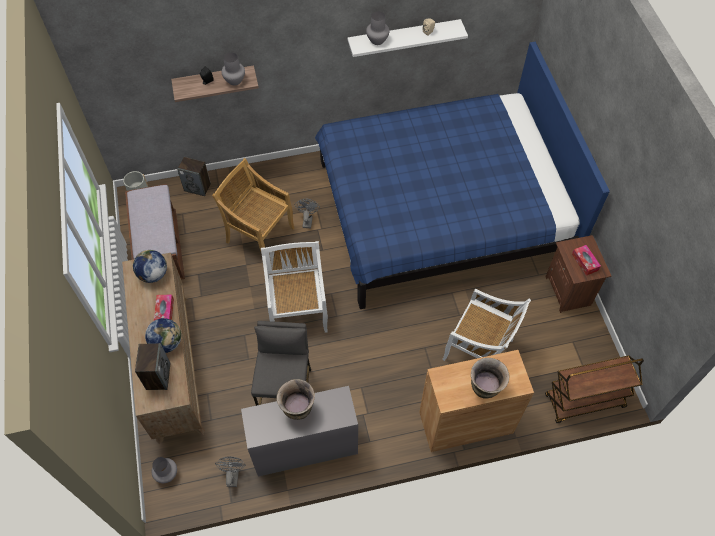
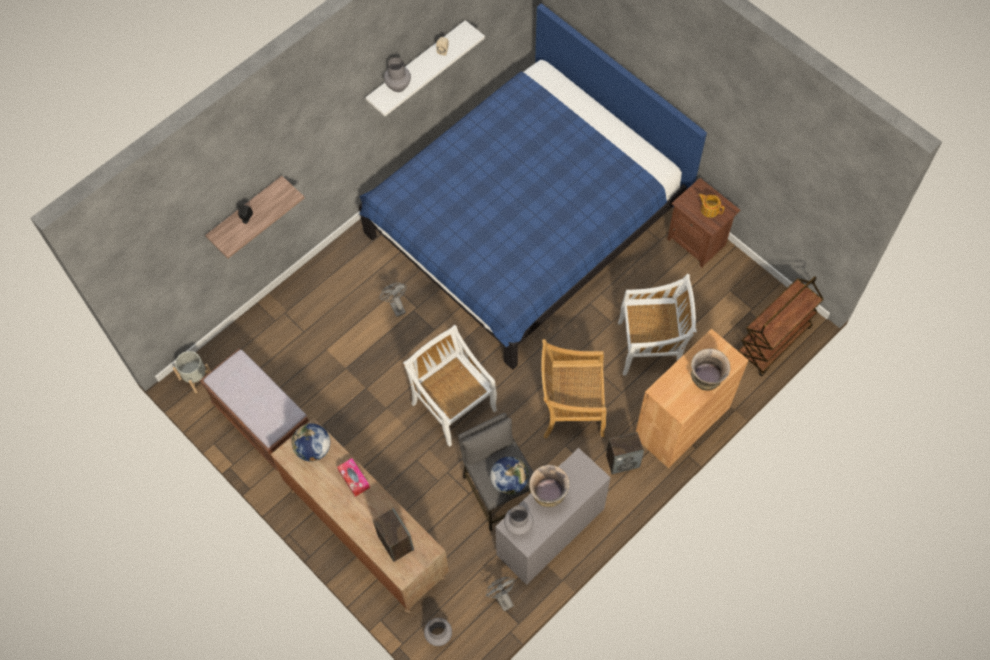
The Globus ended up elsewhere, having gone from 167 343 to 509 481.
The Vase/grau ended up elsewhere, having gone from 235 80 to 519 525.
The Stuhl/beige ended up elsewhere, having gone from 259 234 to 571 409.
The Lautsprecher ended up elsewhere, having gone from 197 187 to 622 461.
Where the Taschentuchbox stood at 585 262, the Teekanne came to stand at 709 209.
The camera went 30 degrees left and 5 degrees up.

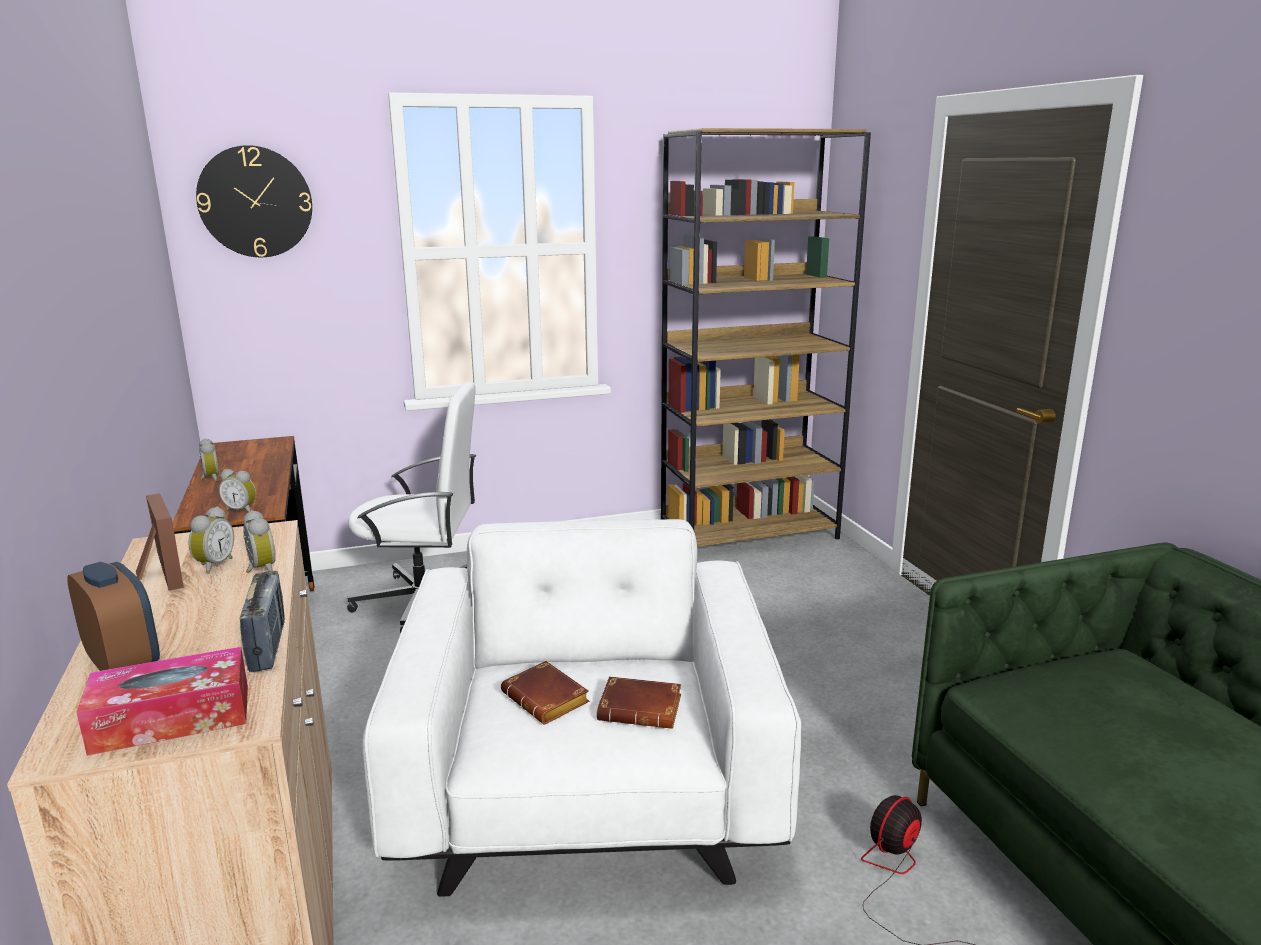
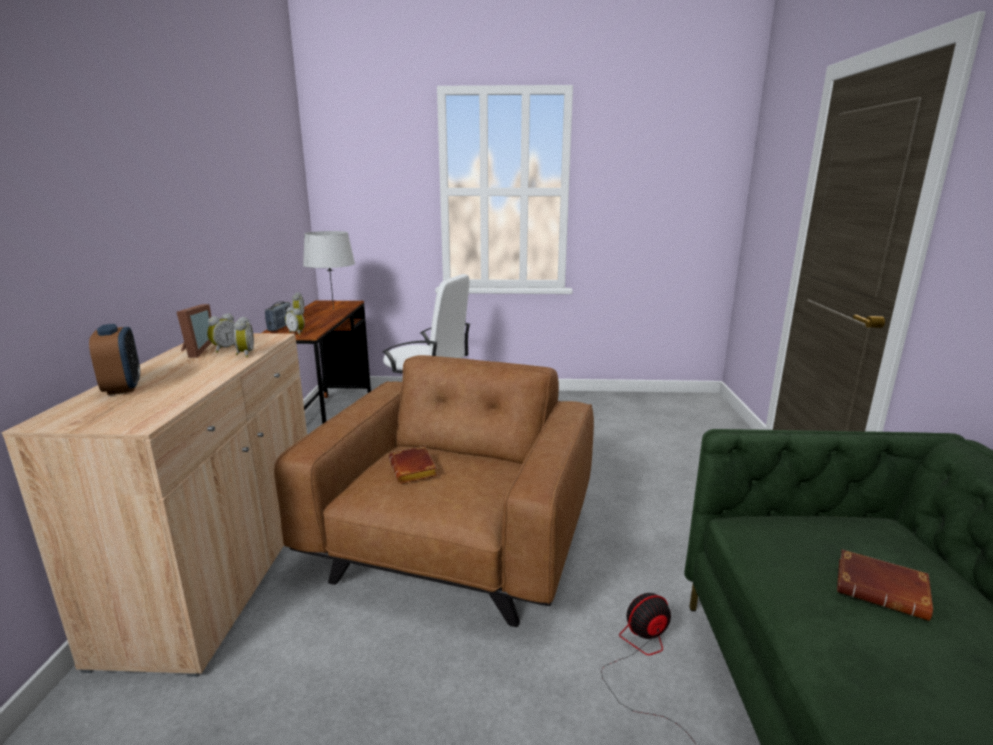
The Radio ended up elsewhere, having gone from 268 647 to 280 327.
What was the Sessel/weiß at 587 795 turned into the Sessel/braun at 454 546.
The second view gained the Tischlampe/grau at 333 309.
The Buch/braun ended up elsewhere, having gone from 642 709 to 883 590.
The second view lost the Taschentuchbox at 172 718.
The second view lost the Wanduhr at 255 202.
The second view lost the Bücherregal/braun at 749 533.
The camera went 20 degrees right and 0 degrees up.

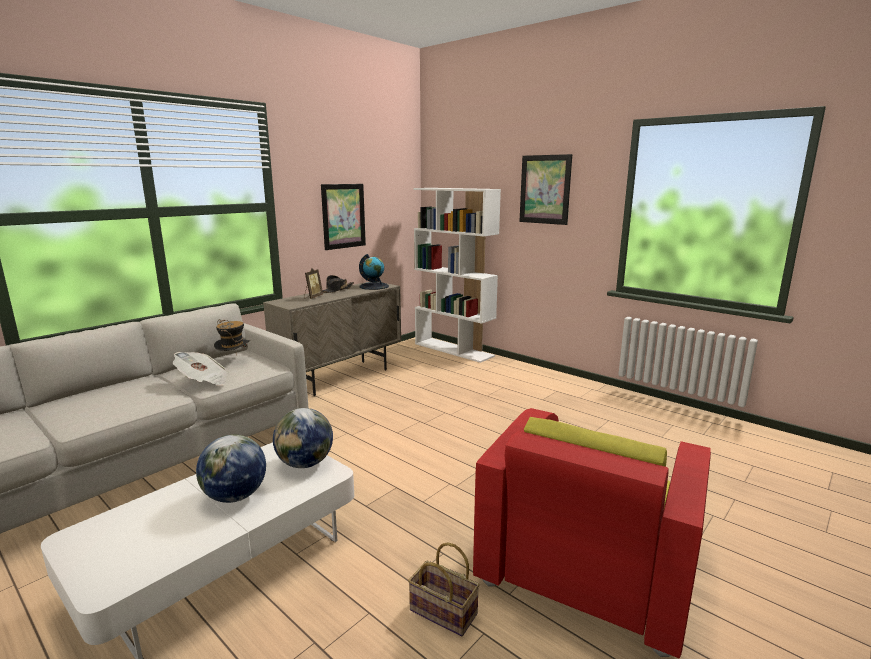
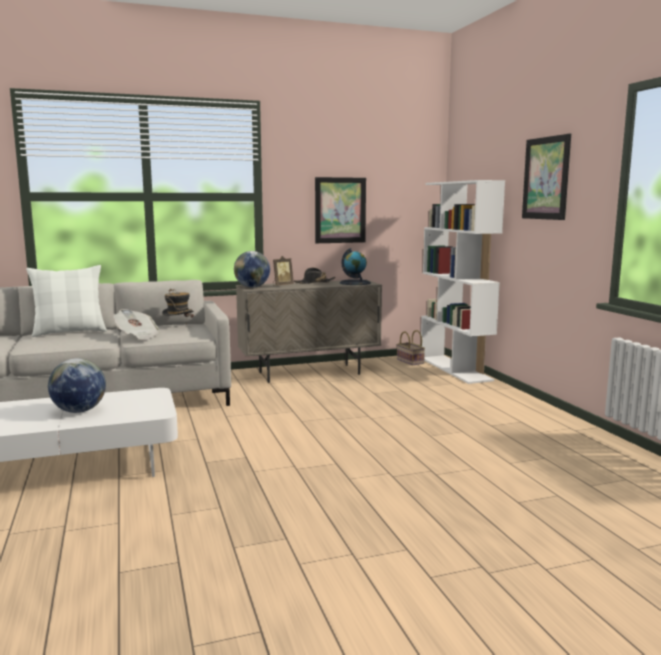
The second view gained the Kissen/weiß at 70 332.
The Globus ended up elsewhere, having gone from 305 464 to 252 287.
The Korb ended up elsewhere, having gone from 441 612 to 409 361.
The second view lost the Sessel/rot at 589 562.
The camera went 30 degrees right and 5 degrees down.

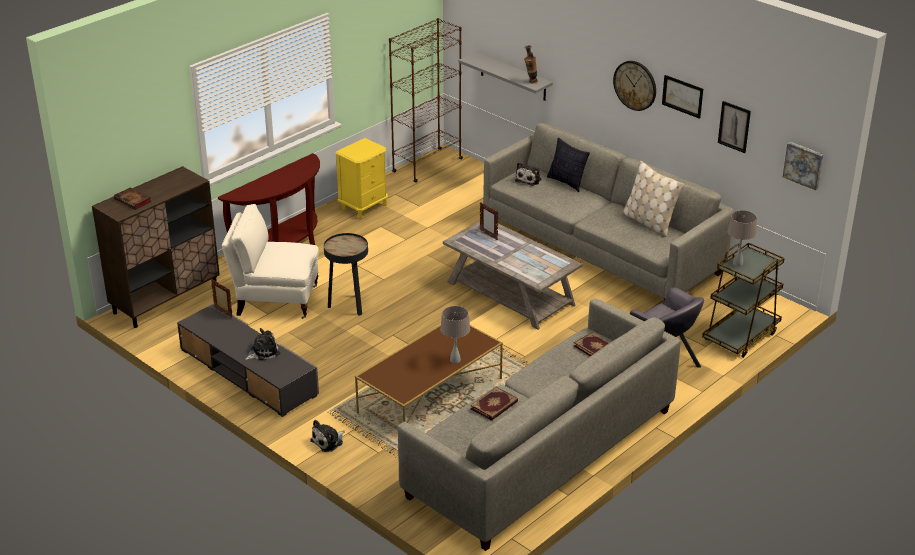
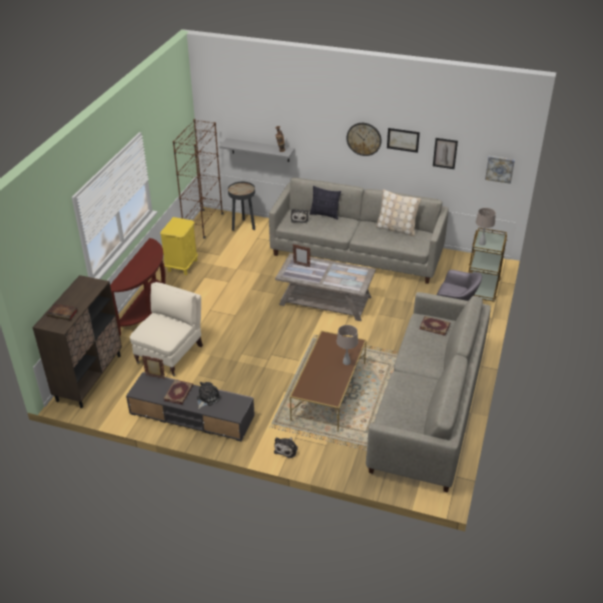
The Sessel/beige at 275 300 ended up facing another way, 135 degrees clockwise from before.
The Buch ended up elsewhere, having gone from 494 405 to 179 393.
The Beistelltisch/schwarz ended up elsewhere, having gone from 348 306 to 243 227.
The camera went 25 degrees left and 5 degrees up.

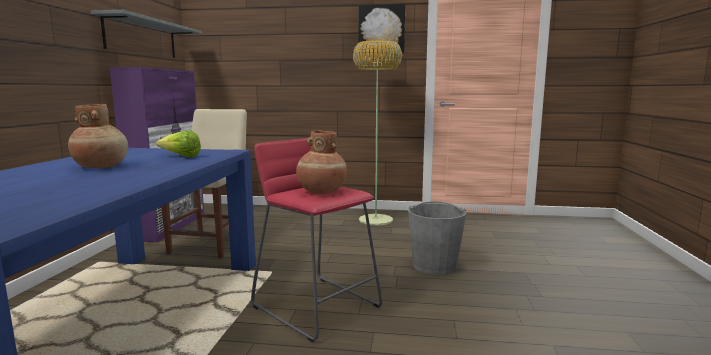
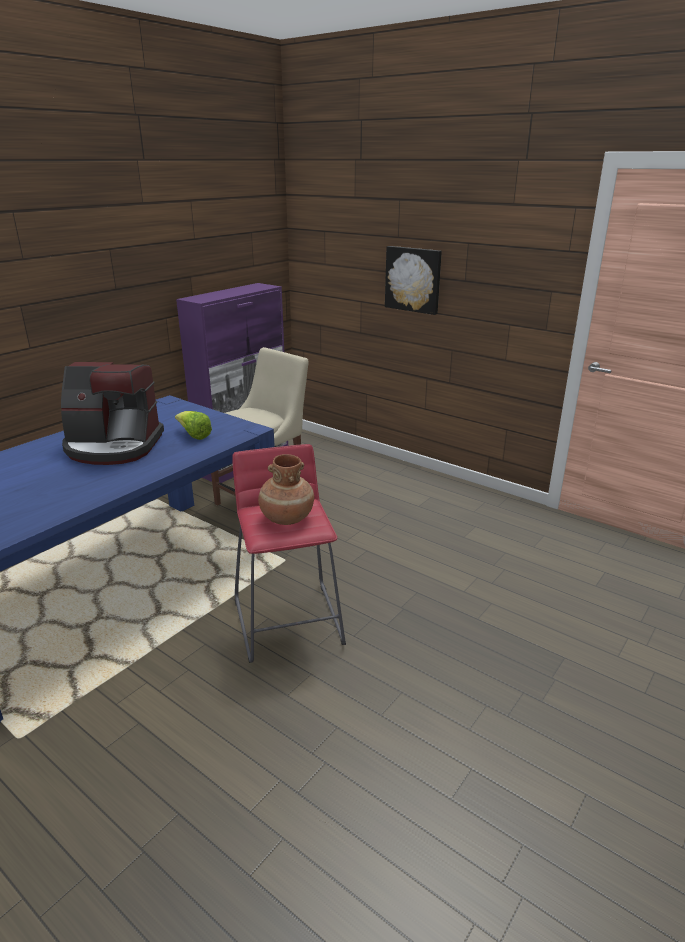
Where the Vase/braun stood at 102 167, the Kaffeemaschine came to stand at 114 446.
The Bild ended up elsewhere, having gone from 381 29 to 413 279.
The second view lost the Wandregal/grau at 142 38.
The second view lost the Stehlampe at 375 220.
The second view lost the Eimer/grau at 434 265.
The camera went 30 degrees right and 15 degrees up.

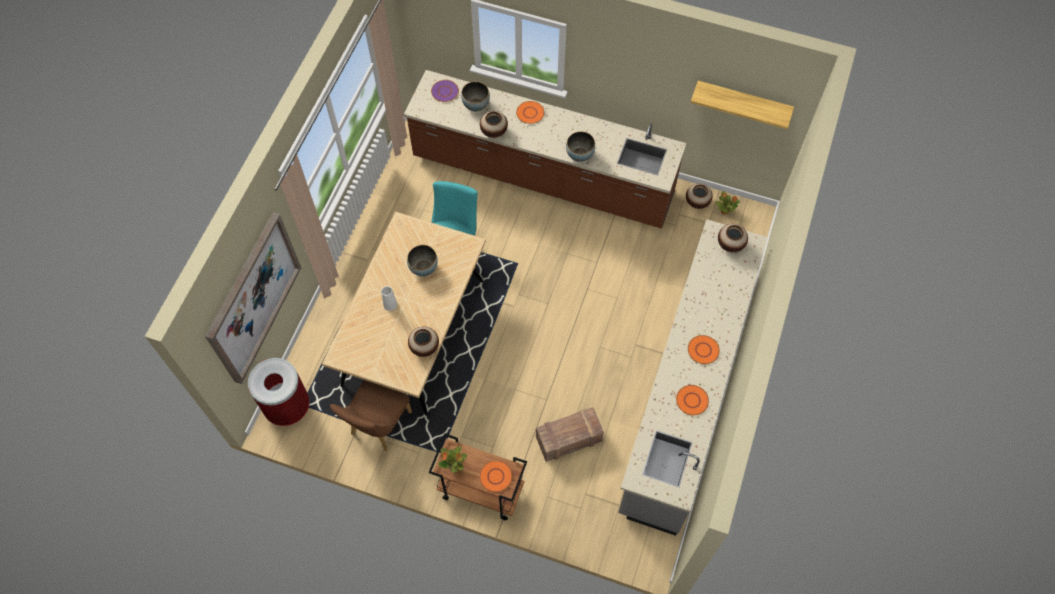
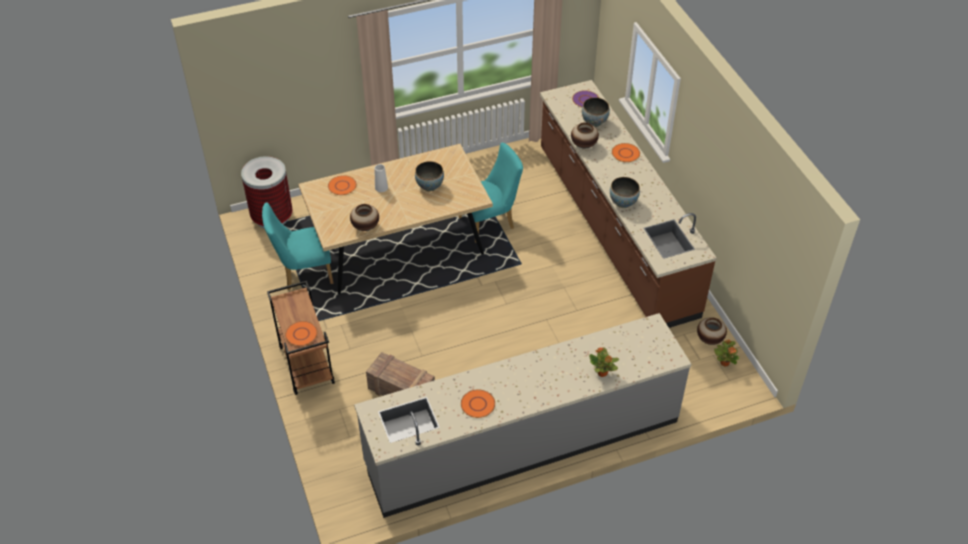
What was the Stuhl/braun at 378 426 turned into the Stuhl/türkis at 303 273.
The Teller/orange ended up elsewhere, having gone from 703 350 to 342 186.
The Topfpflanze ended up elsewhere, having gone from 454 465 to 602 373.
The second view lost the Bild at 253 298.
The second view lost the Wandregal at 743 101.
The second view lost the Vase at 730 245.
The camera went 50 degrees right and 15 degrees down.

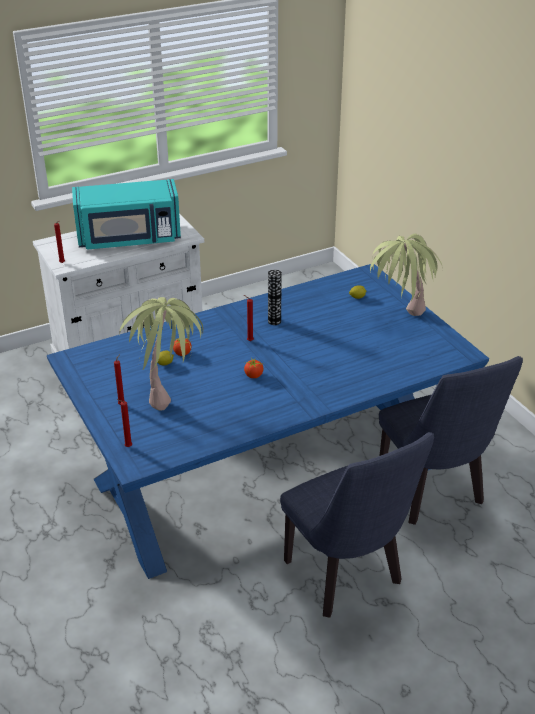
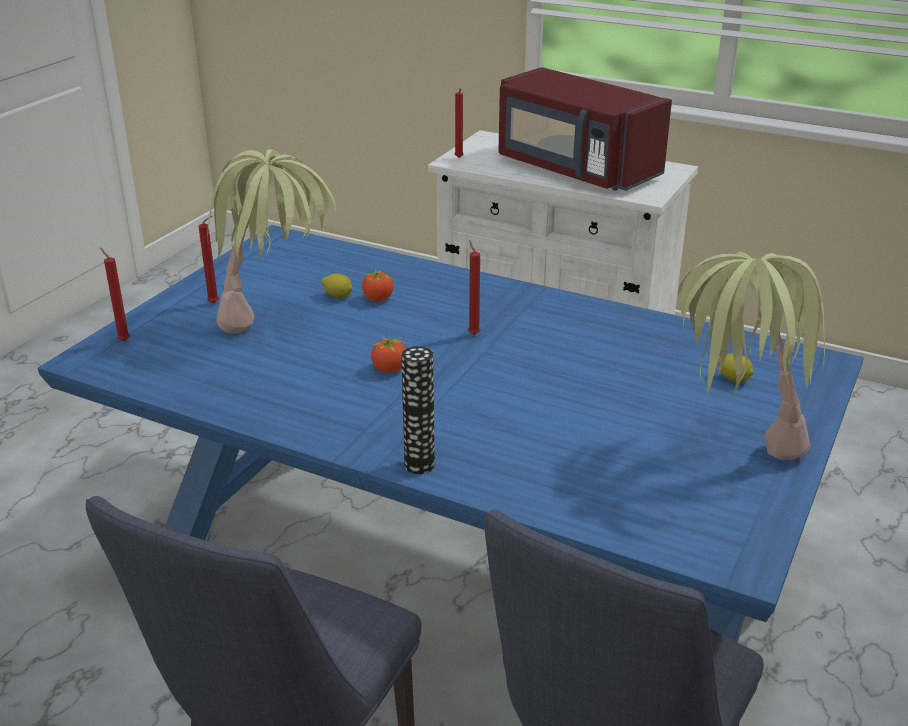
The Vase ended up elsewhere, having gone from 274 321 to 419 465.
What was the Mikrowelle/türkis at 129 239 turned into the Mikrowelle/rot at 575 169.
The camera went 55 degrees right and 5 degrees down.

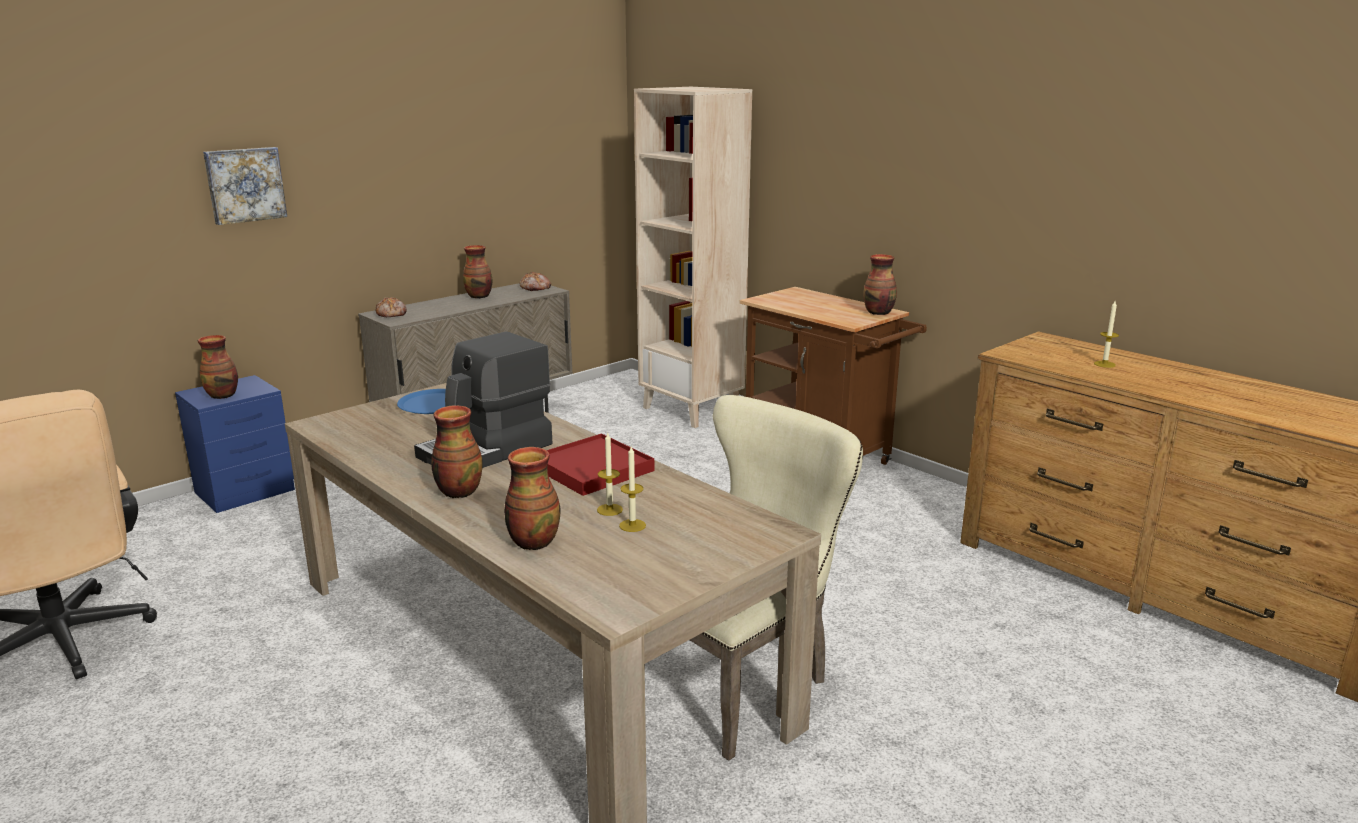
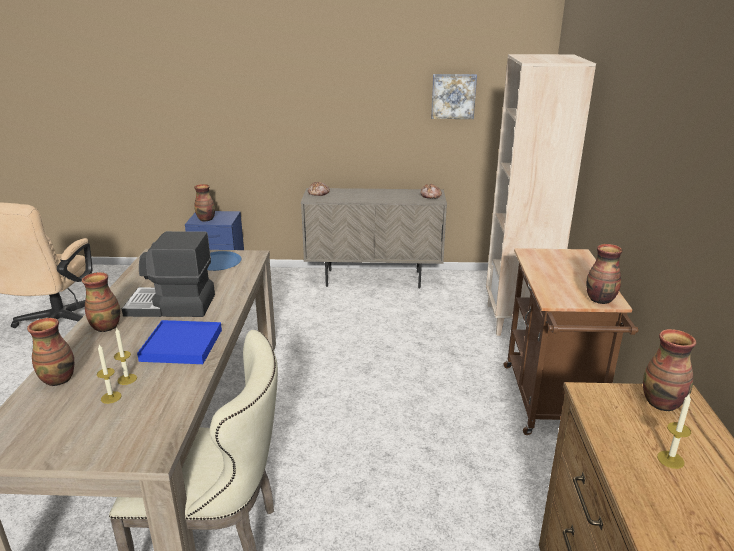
What was the Tablett/rot at 592 469 turned into the Tablett/blau at 181 345.
The Bild ended up elsewhere, having gone from 245 185 to 453 96.
The Vase ended up elsewhere, having gone from 479 296 to 662 403.
The camera went 45 degrees right and 5 degrees up.

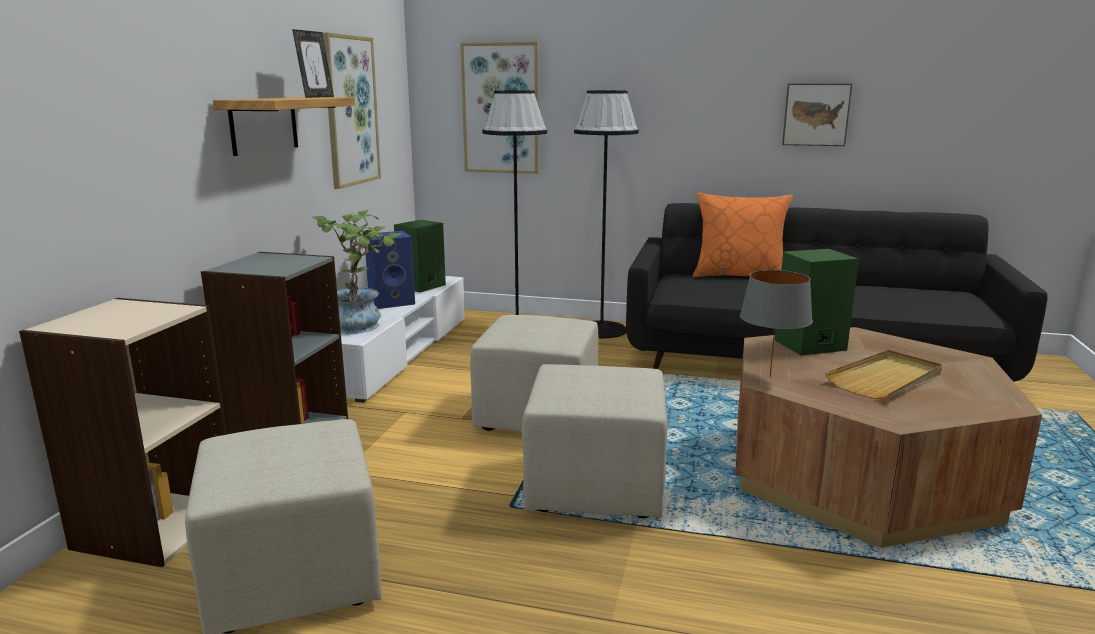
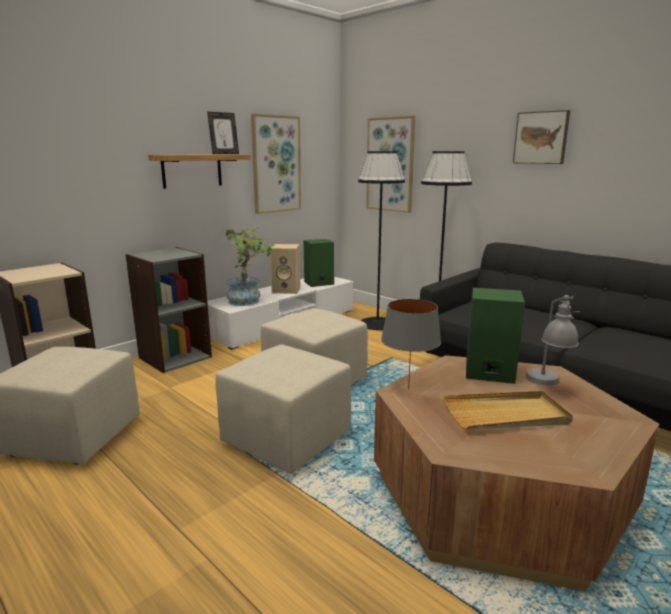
What was the Lautsprecher/blau at 392 302 turned into the Lautsprecher/beige at 287 290.
The Bild ended up elsewhere, having gone from 816 114 to 541 138.
The second view gained the Tischlampe/grau at 547 385.
The second view lost the Kissen/orange at 739 275.
The camera went 30 degrees right and 0 degrees up.

